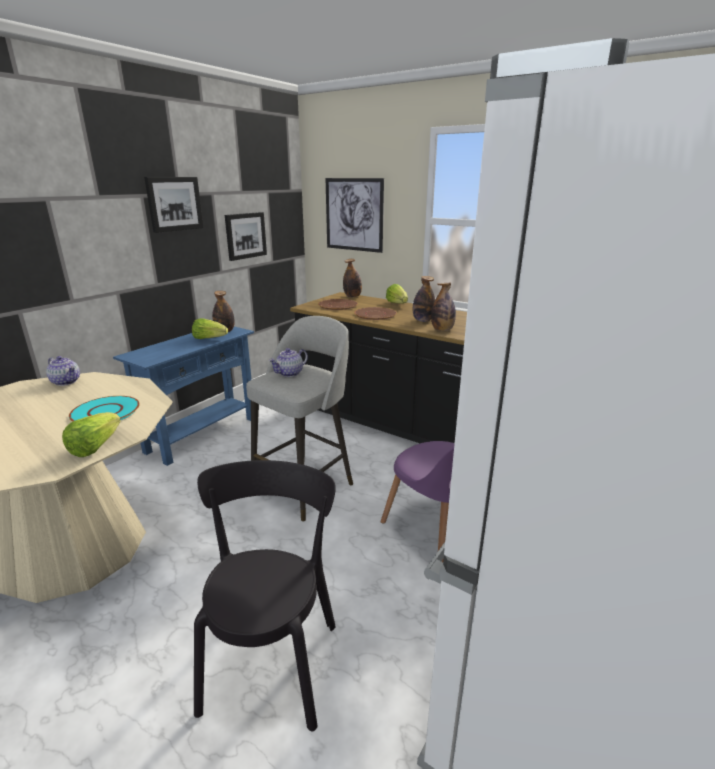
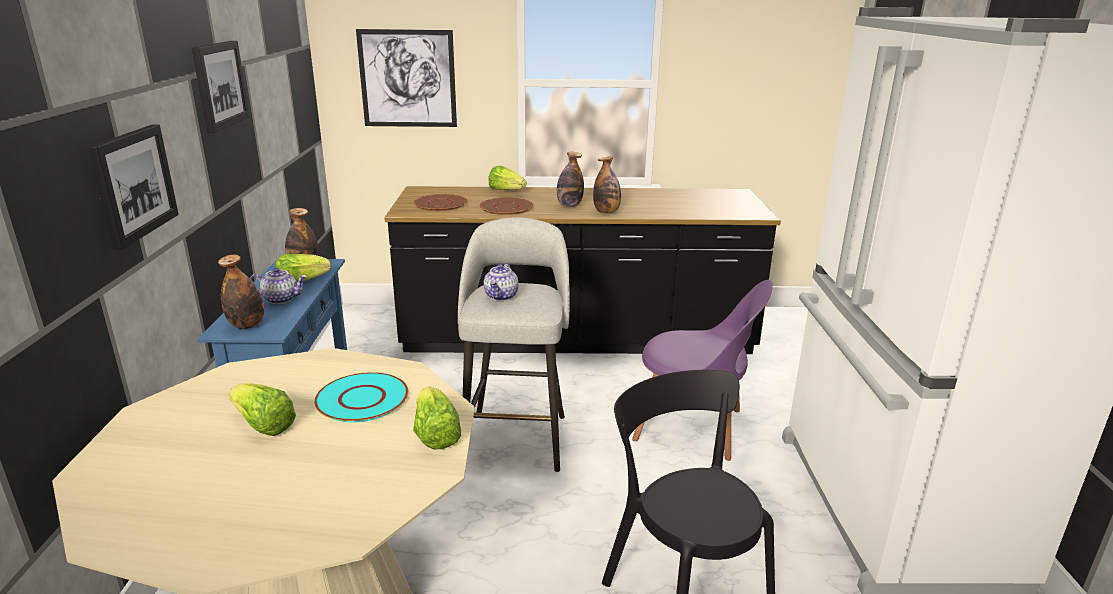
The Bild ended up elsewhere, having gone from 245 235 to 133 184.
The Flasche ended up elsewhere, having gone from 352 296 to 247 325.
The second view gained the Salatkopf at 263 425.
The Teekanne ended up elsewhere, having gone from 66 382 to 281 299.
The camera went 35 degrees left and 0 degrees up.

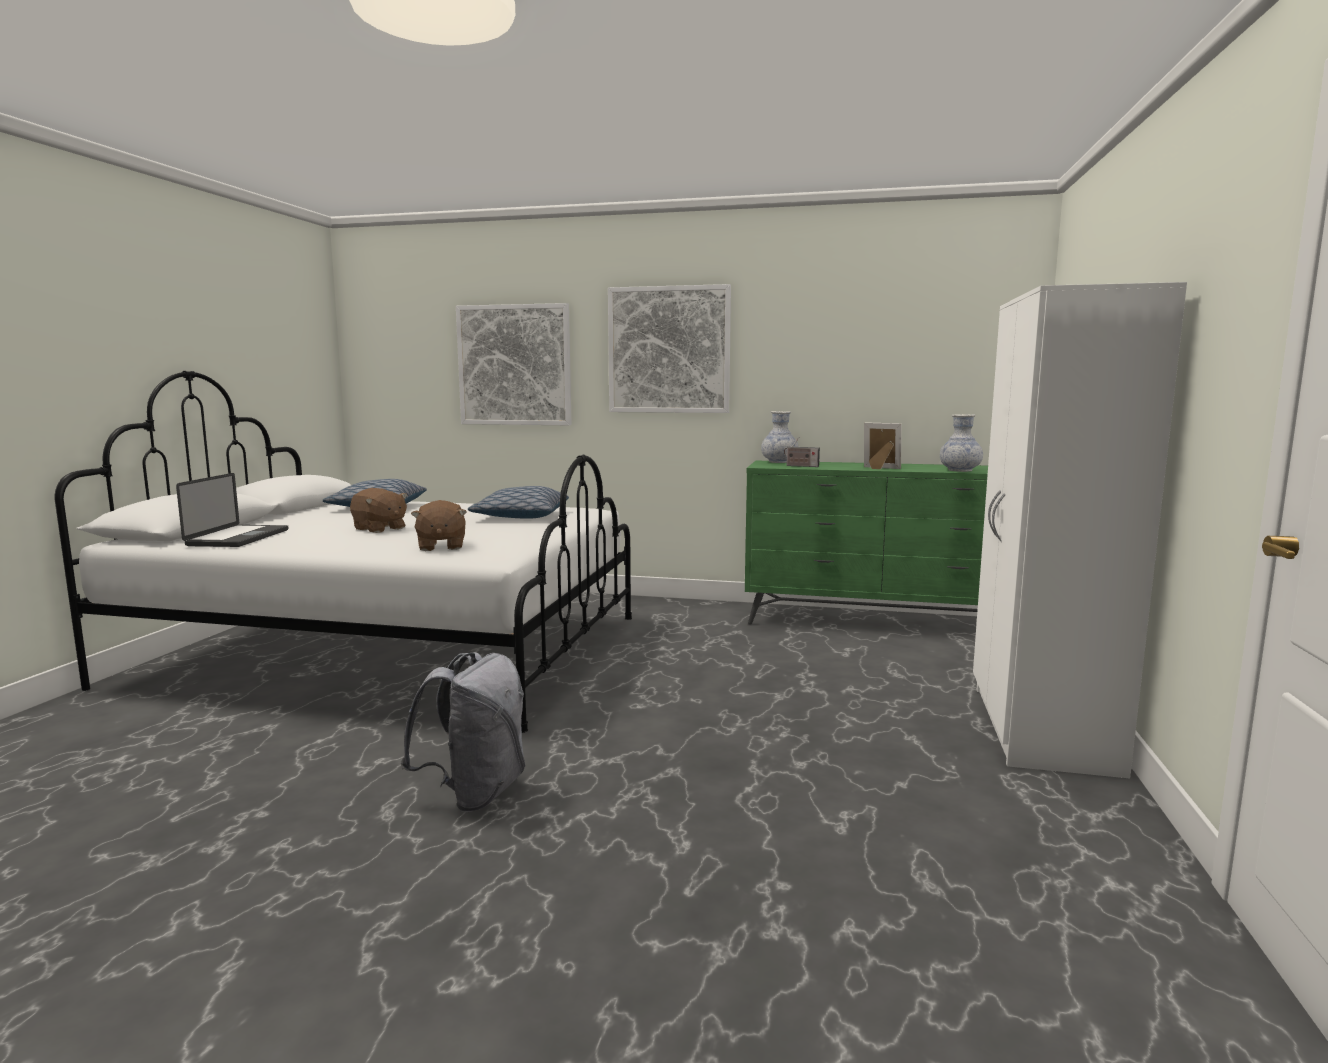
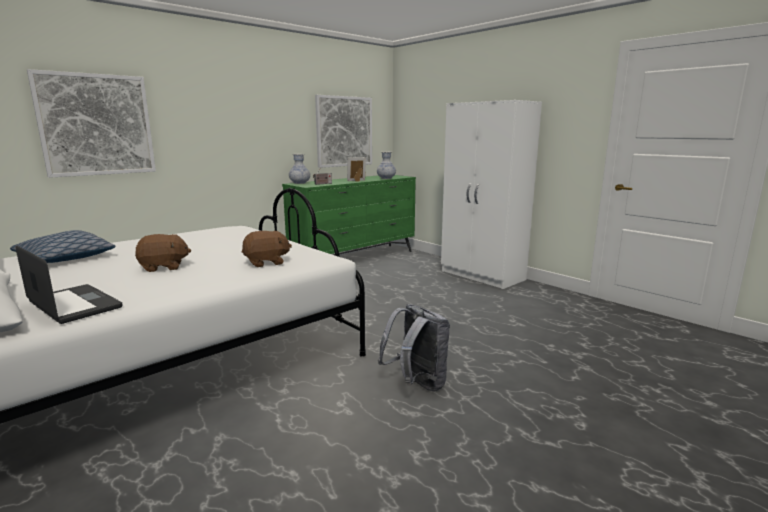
The Plüschtier/braun at 441 546 ended up facing another way, 45 degrees counterclockwise from before.
The Bild ended up elsewhere, having gone from 669 350 to 344 131.
The second view lost the Kissen at 520 516.
The camera went 55 degrees left and 5 degrees up.

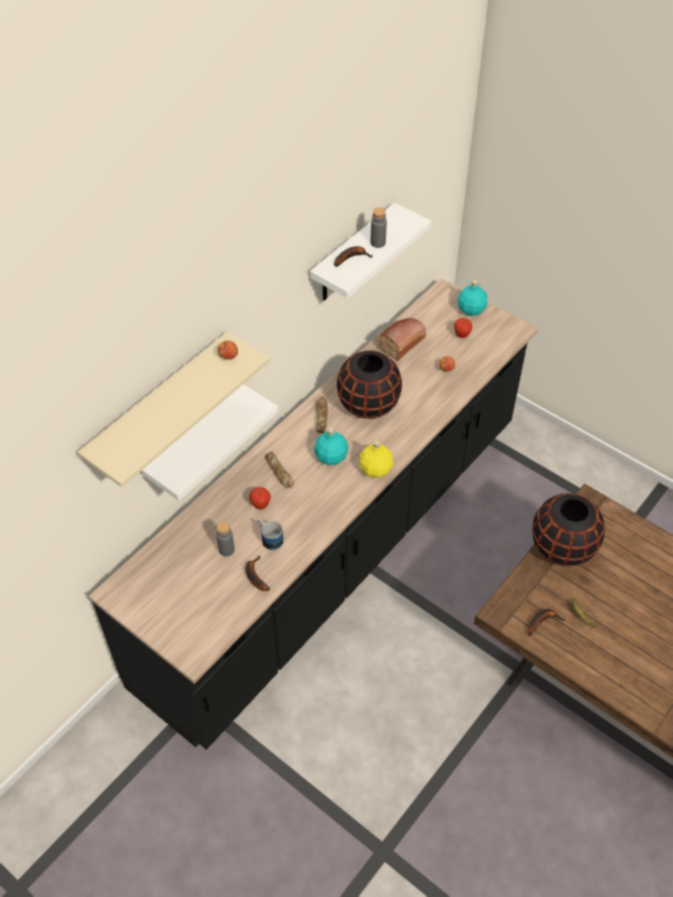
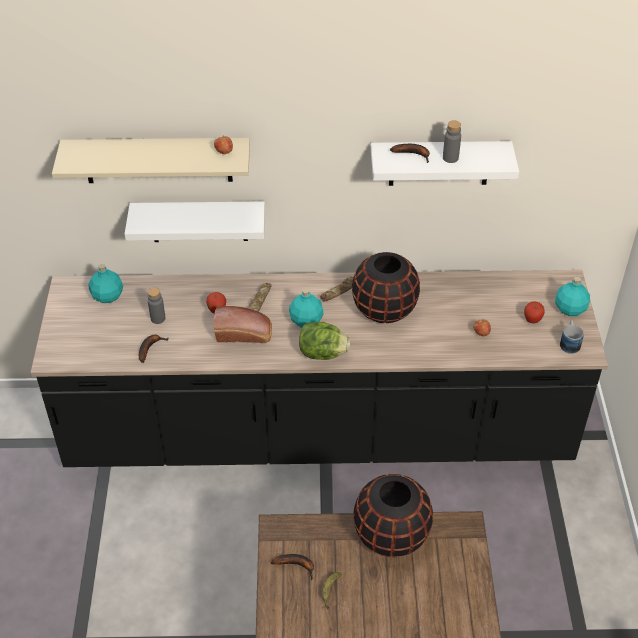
The second view gained the Flasche/türkis at 108 296.
The Brot ended up elsewhere, having gone from 404 343 to 245 334.
Where the Flasche/gelb stood at 375 469, the Salatkopf came to stand at 322 353.
The Henkelbecher ended up elsewhere, having gone from 269 538 to 569 342.
The camera went 50 degrees right and 5 degrees down.

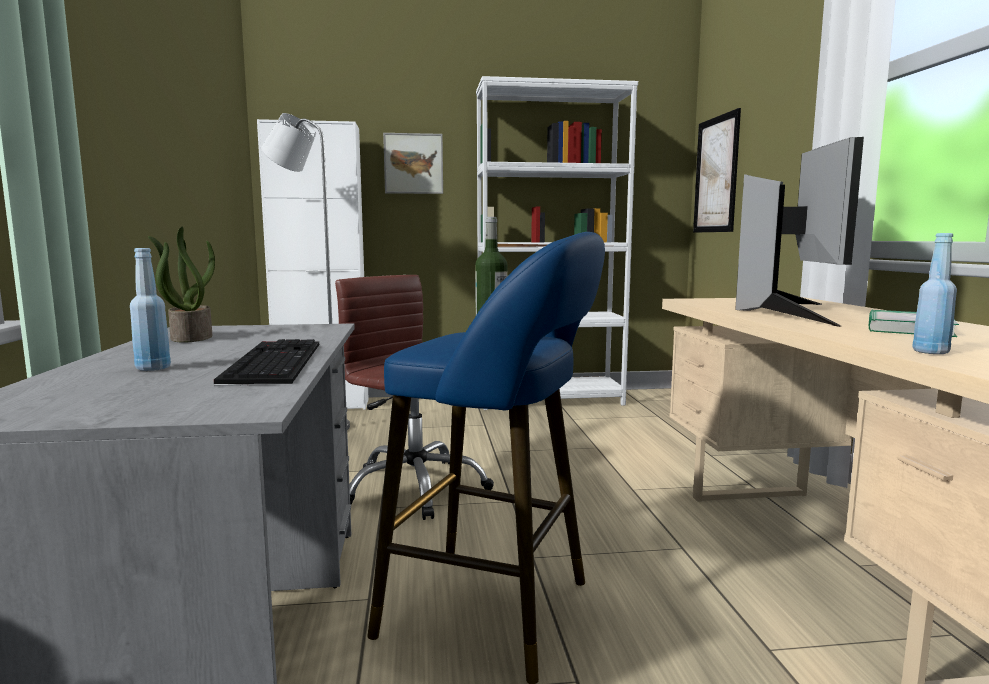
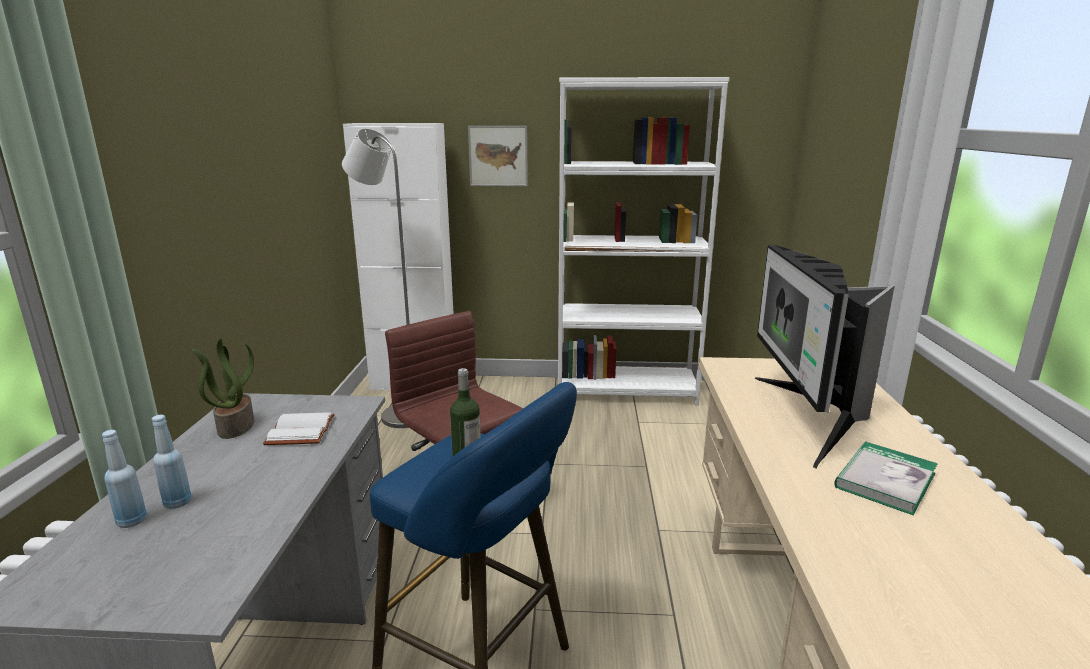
The Flasche/blau ended up elsewhere, having gone from 930 352 to 132 521.
The second view gained the Buch/weiß at 299 430.
The Monitor at 799 312 ended up facing another way, 150 degrees clockwise from before.
The second view lost the Tastatur at 272 362.
The second view lost the Bild at 716 175.
The camera went 10 degrees right and 10 degrees up.

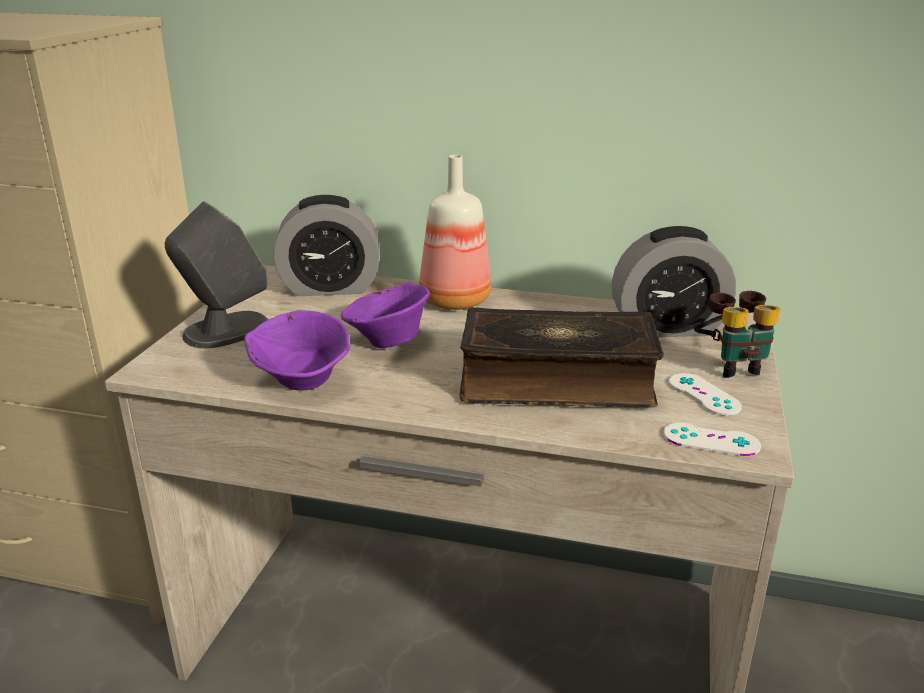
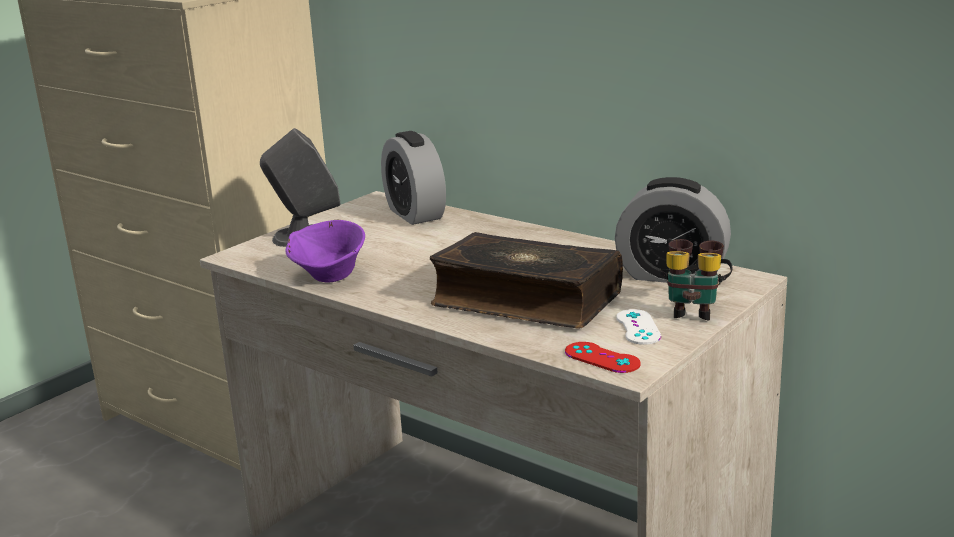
The Wecker at 330 288 ended up facing another way, 45 degrees clockwise from before.
What was the Gamepad/weiß at 711 440 turned into the Gamepad/rot at 602 358.
The second view lost the Schüssel/lila at 388 342.
The second view lost the Flasche at 453 301.
The camera went 25 degrees right and 5 degrees down.

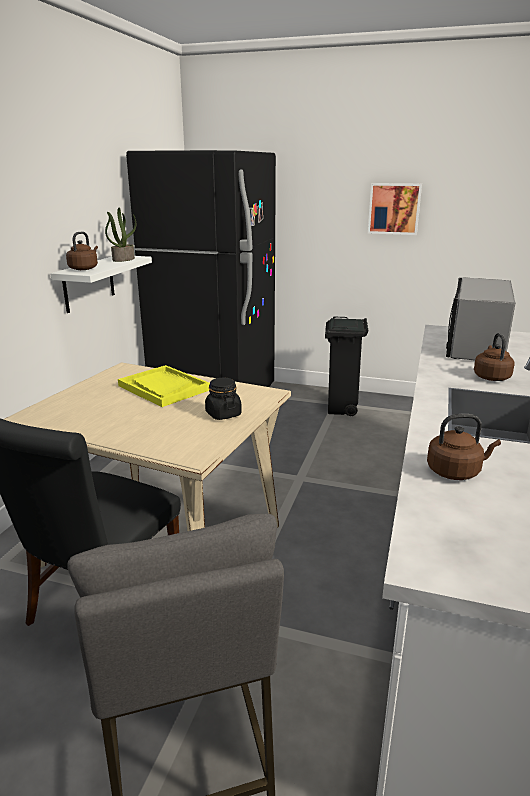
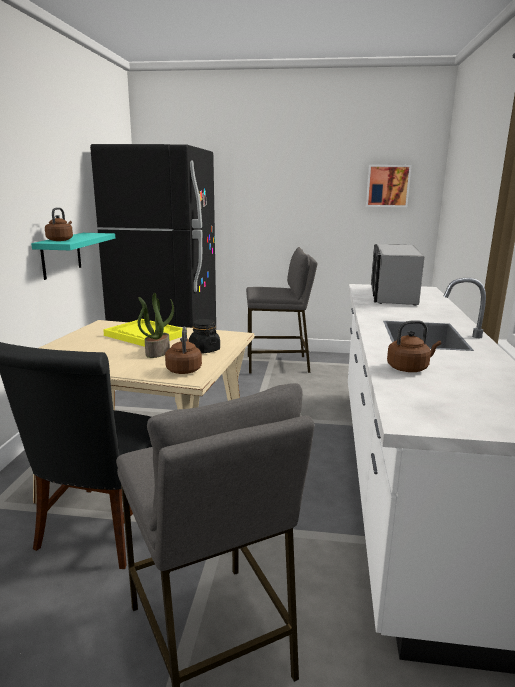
What was the Wandregal/weiß at 89 283 turned into the Wandregal/türkis at 61 255.
The Topfpflanze ended up elsewhere, having gone from 123 259 to 157 352.
The Wasserkessel/braun ended up elsewhere, having gone from 491 377 to 184 369.
Where the Mülleimer/schwarz stood at 341 409, the Hocker/grau came to stand at 278 364.
The Bild ended up elsewhere, having gone from 394 208 to 387 186.
The camera went 10 degrees left and 5 degrees down.

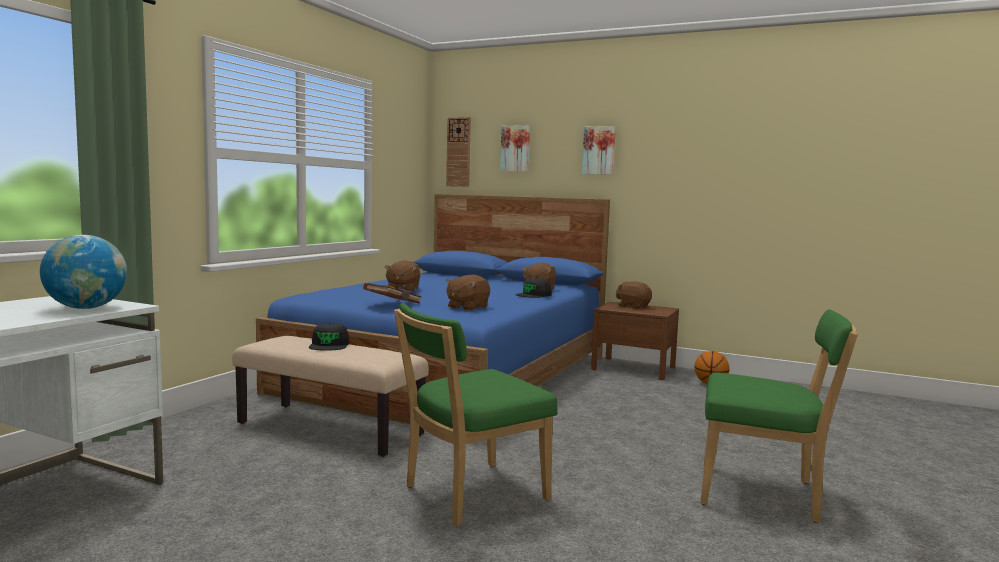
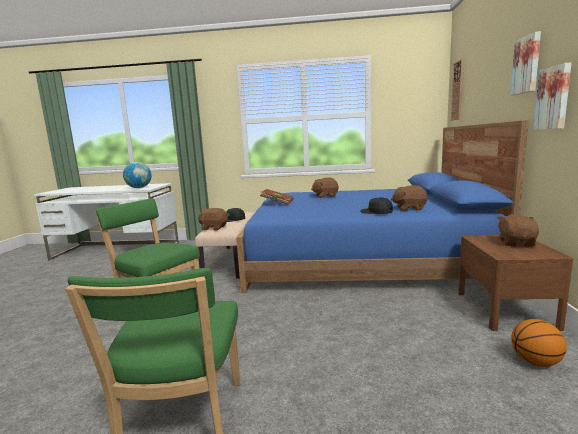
The Plüschtier/braun ended up elsewhere, having gone from 467 307 to 214 228.
The Bild ended up elsewhere, having gone from 515 148 to 554 98.
The camera went 70 degrees right and 5 degrees up.

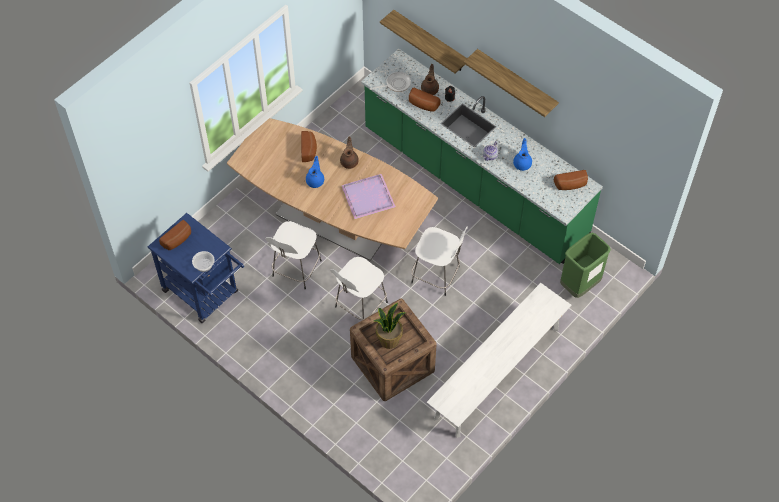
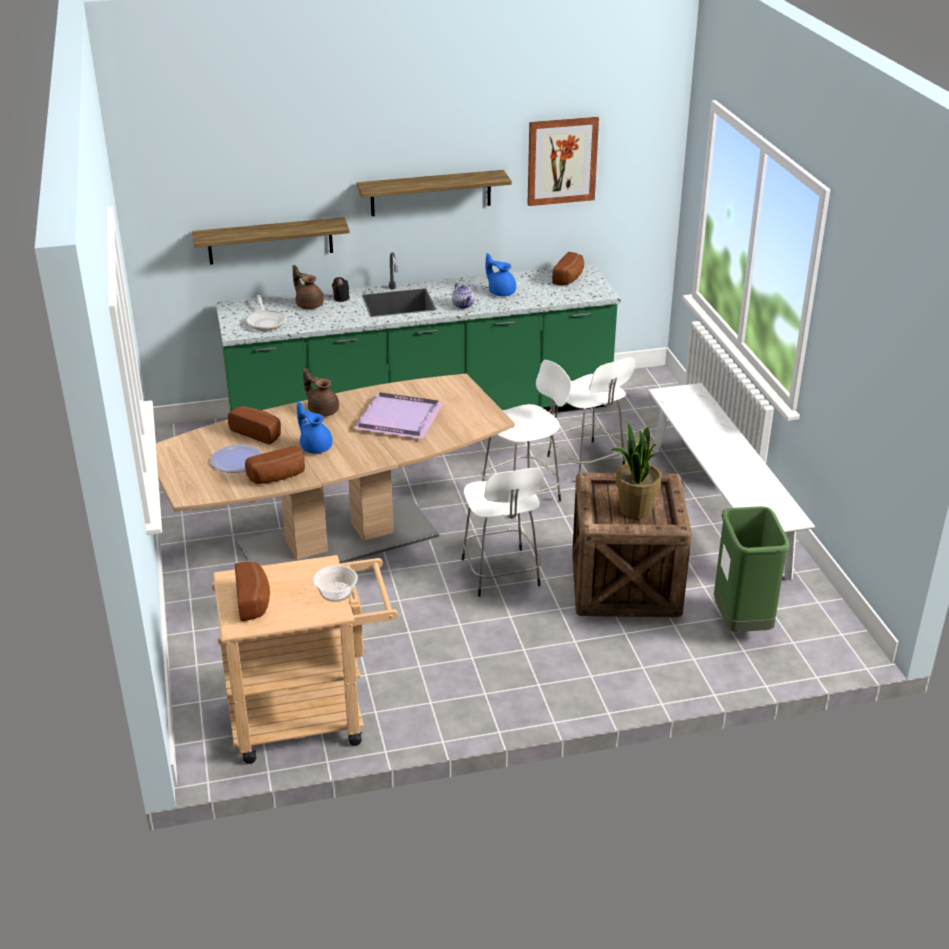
The second view gained the Teller at 236 460.
What was the Rollwagen/blau at 205 294 turned into the Rollwagen/beige at 310 717.
The Brot ended up elsewhere, having gone from 422 105 to 278 477.
The Pfanne at 396 84 ended up facing another way, 150 degrees clockwise from before.
The second view gained the Bild at 562 161.
The Hocker/weiß ended up elsewhere, having gone from 296 270 to 587 463.
The Mülleimer/grün ended up elsewhere, having gone from 579 285 to 741 623.
The camera went 55 degrees left and 25 degrees down.

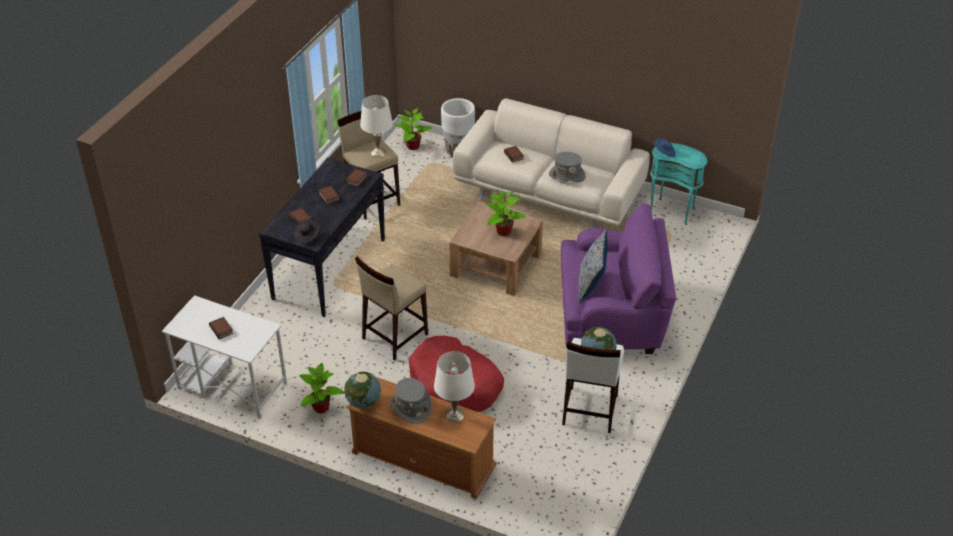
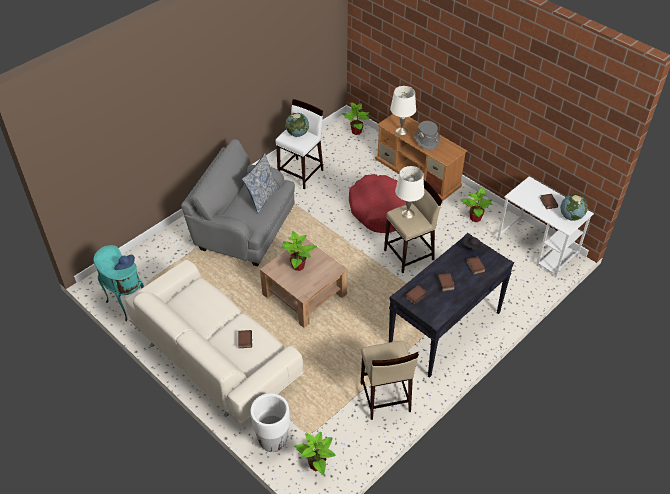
What was the Sessel/lila at 612 315 turned into the Sessel/grau at 243 229.
The second view gained the Topfpflanze at 356 132.
The Tischlampe/weiß ended up elsewhere, having gone from 378 152 to 407 213.
The Globus ended up elsewhere, having gone from 363 402 to 571 216.
The second view lost the Hut/grau at 567 175.
The camera went 160 degrees left and 5 degrees up.

